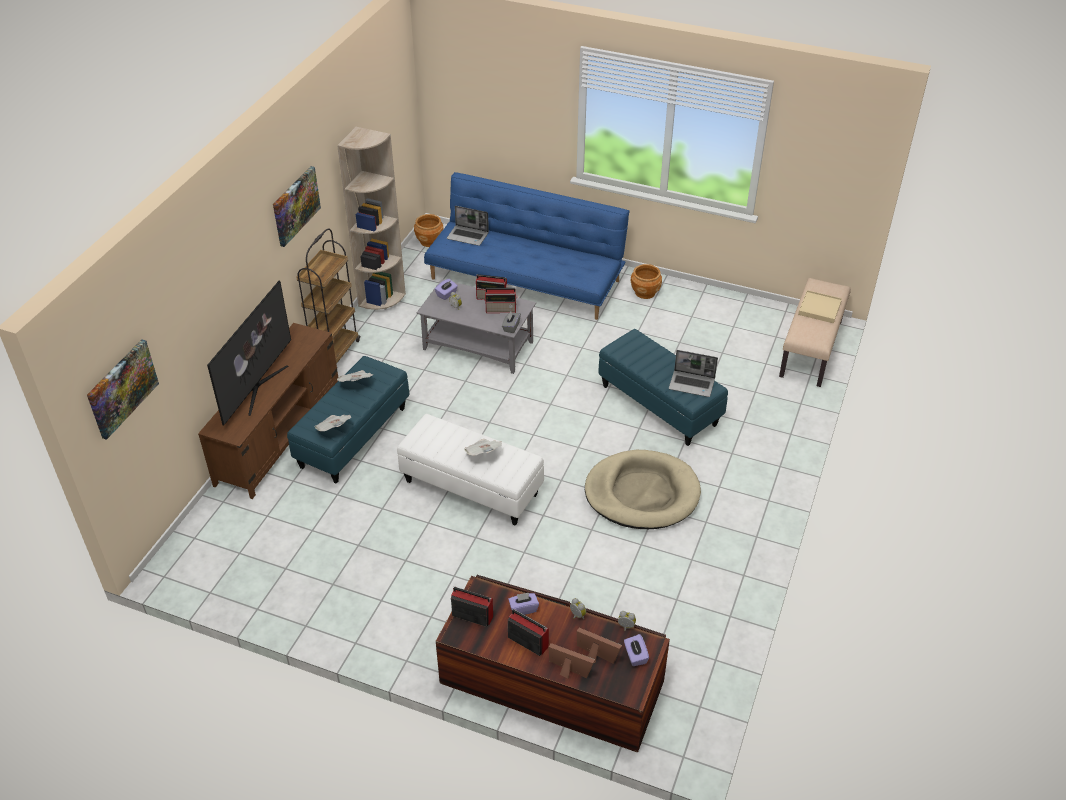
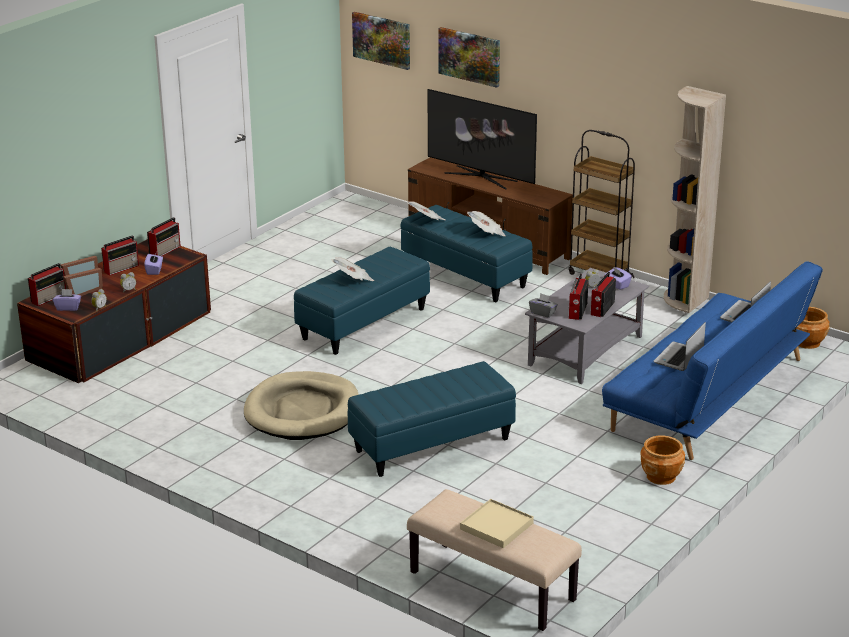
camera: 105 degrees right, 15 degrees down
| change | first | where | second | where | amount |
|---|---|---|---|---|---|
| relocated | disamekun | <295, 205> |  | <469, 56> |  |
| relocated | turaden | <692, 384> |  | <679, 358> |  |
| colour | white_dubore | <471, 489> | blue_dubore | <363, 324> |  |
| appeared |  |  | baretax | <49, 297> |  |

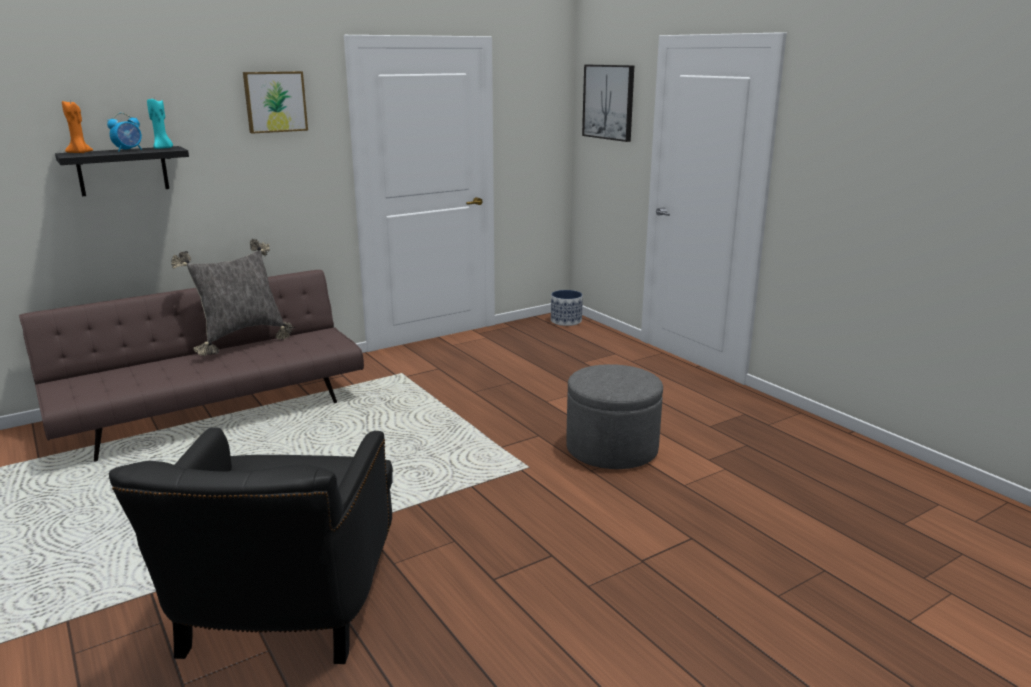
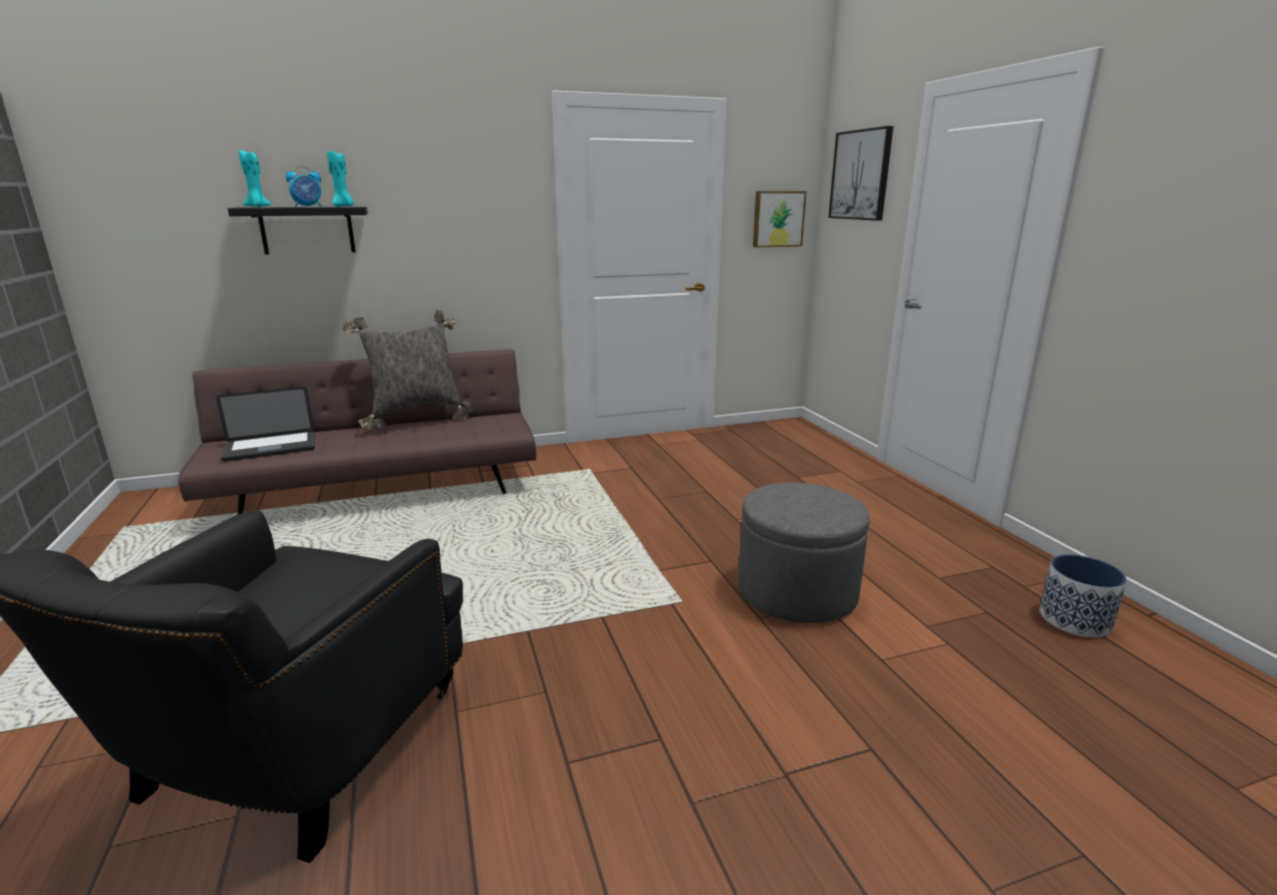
camera: 15 degrees right, 0 degrees up
| change | first | where | second | where | amount |
|---|---|---|---|---|---|
| relocated | disamekun | <275, 101> |  | <777, 219> |  |
| colour | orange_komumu | <80, 153> | turquoise_komumu | <257, 207> |  |
| relocated | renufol | <566, 321> |  | <1074, 620> |  |
| appeared |  |  | turaden | <271, 448> |  |

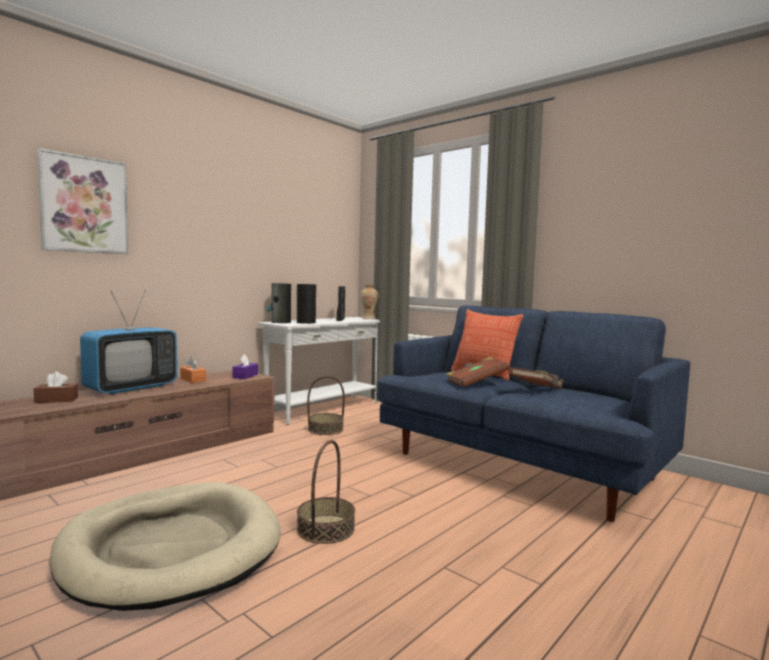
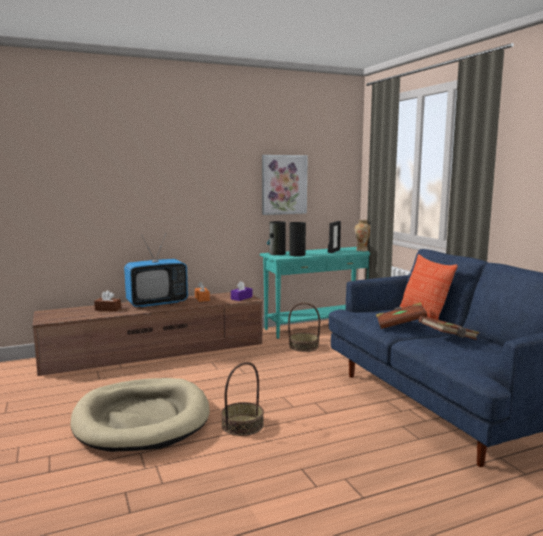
camera: 25 degrees right, 5 degrees up
| change | first | where | second | where | amount |
|---|---|---|---|---|---|
| relocated | disamekun | <84, 205> |  | <284, 184> |  |
| colour | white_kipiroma | <324, 409> | turquoise_kipiroma | <317, 327> |  |

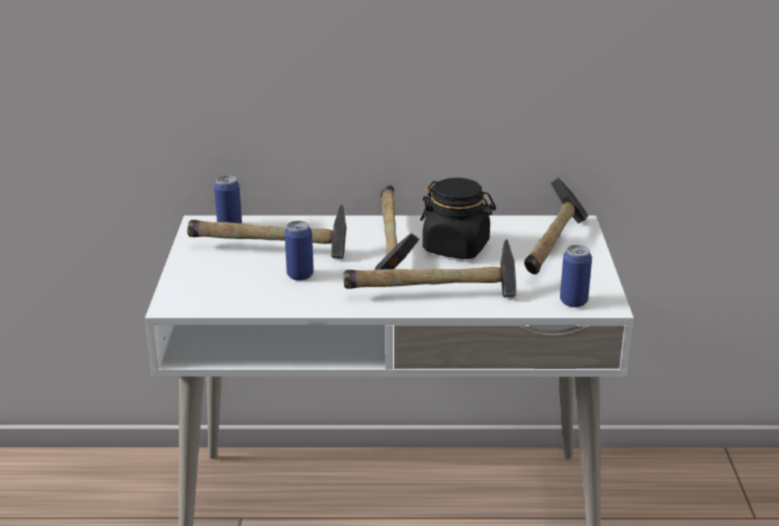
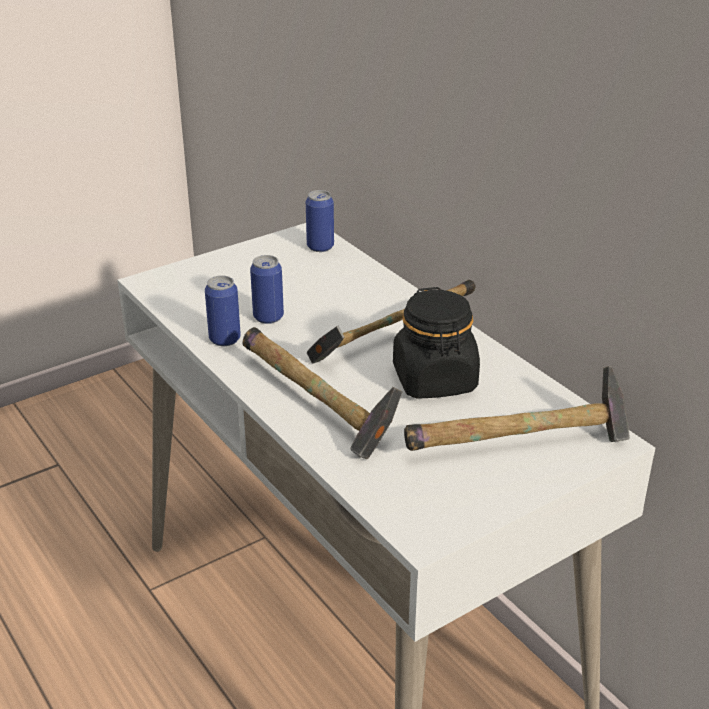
camera: 55 degrees right, 5 degrees up
| change | first | where | second | where | amount |
|---|---|---|---|---|---|
| missing | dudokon | <273, 250> |  |  |  |
| relocated | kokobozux | <573, 301> |  | <225, 339> |  |

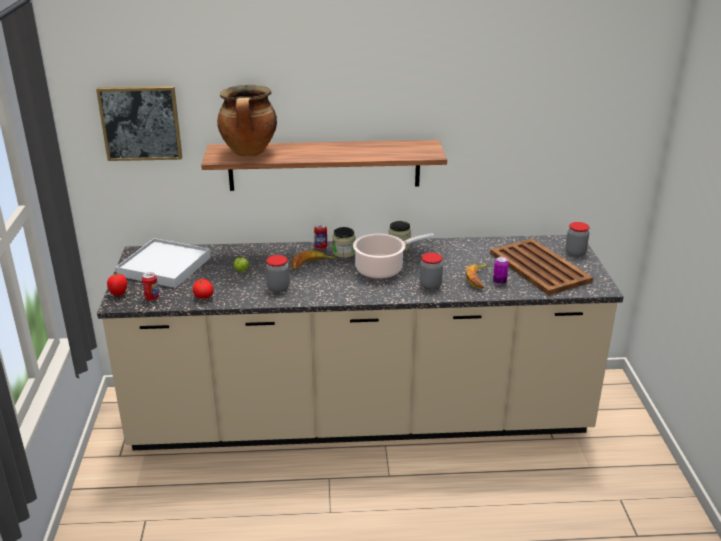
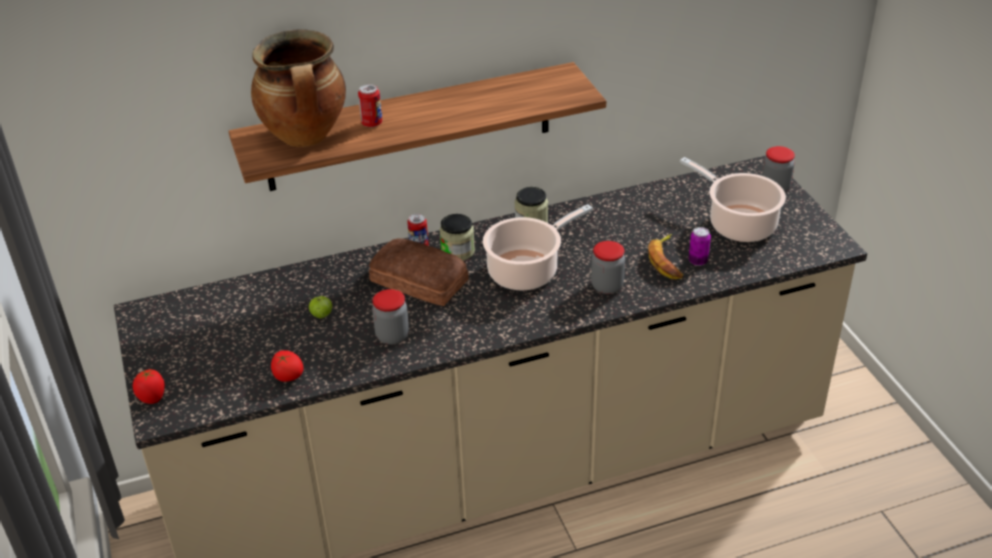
camera: 15 degrees left, 10 degrees up
| change | first | where | second | where | amount |
|---|---|---|---|---|---|
| missing | disamekun | <140, 123> |  |  |  |
| missing | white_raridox | <164, 266> |  |  |  |
| exchanged | brown_raridox | <539, 267> | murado | <738, 224> |  |
| exchanged | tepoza | <310, 264> | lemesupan | <419, 282> |  |
| relocated | kokobozux | <152, 298> |  | <372, 123> |  |

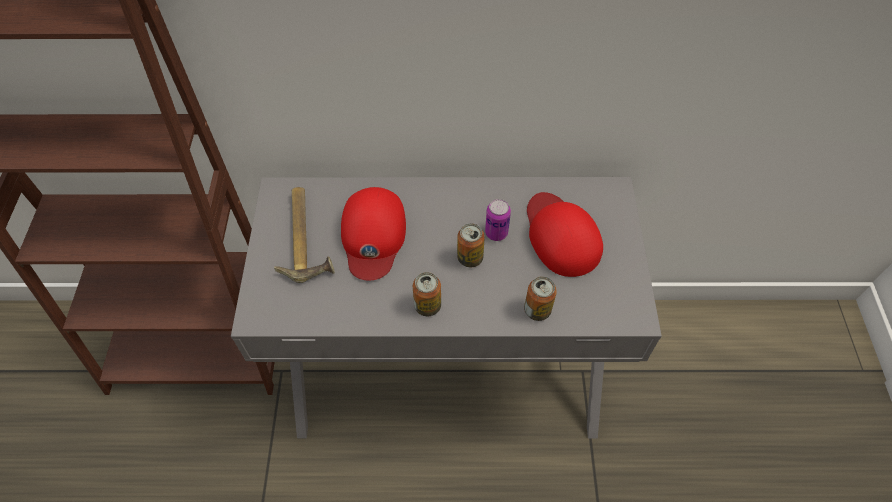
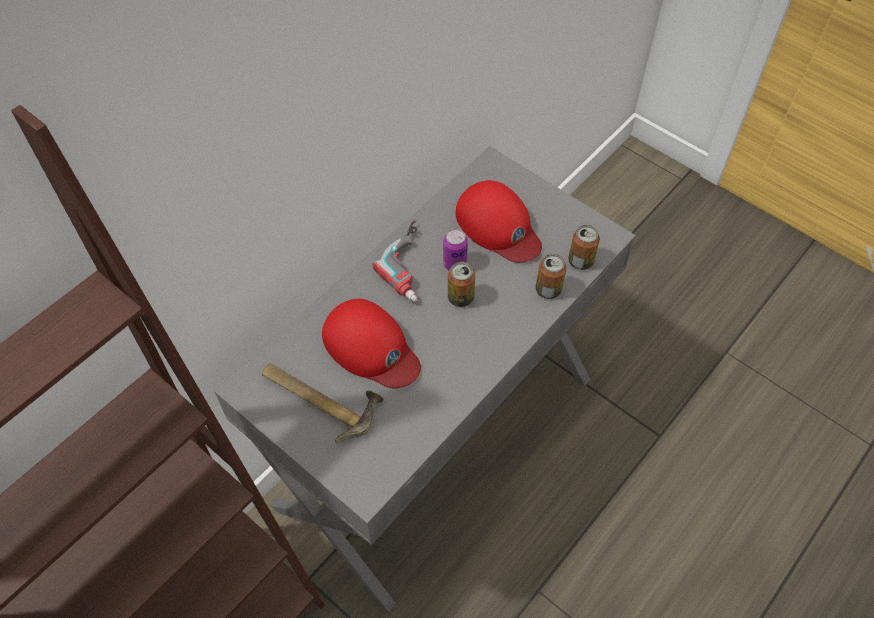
camera: 50 degrees left, 0 degrees up
| change | first | where | second | where | amount |
|---|---|---|---|---|---|
| spun | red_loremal | <561, 236> |  | <498, 226> | 150 degrees counterclockwise |
| relocated | kokobozux | <427, 306> |  | <580, 261> |  |
| appeared |  |  | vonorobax | <413, 265> |  |

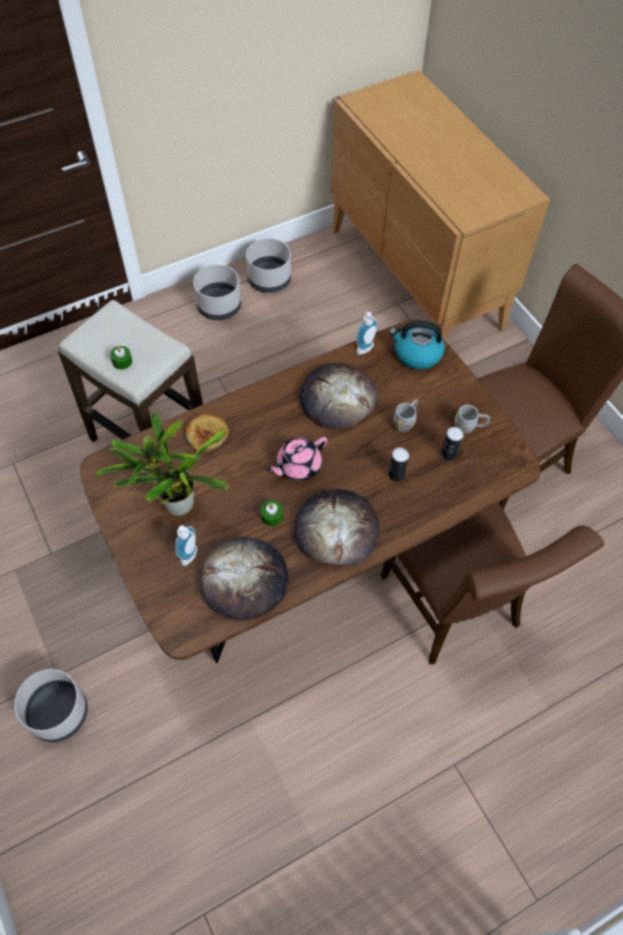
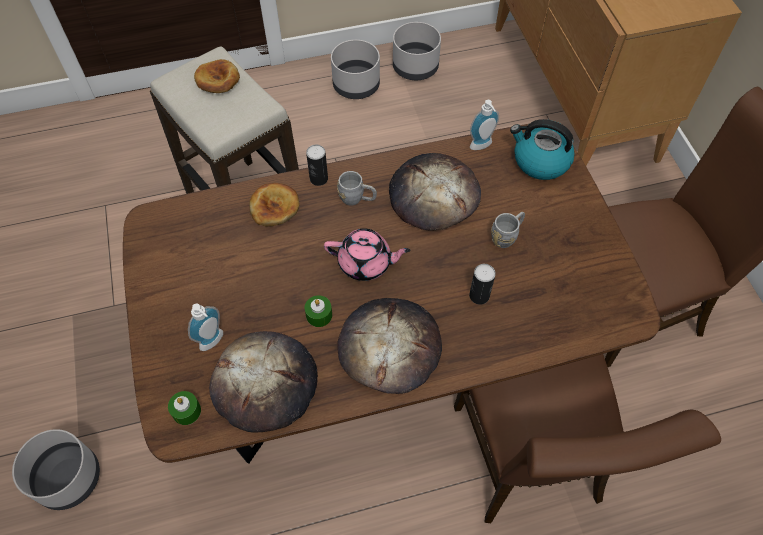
camera: 15 degrees right, 0 degrees up
| change | first | where | second | where | amount |
|---|---|---|---|---|---|
| relocated | green_komumu | <122, 361> |  | <186, 411> |  |
| relocated | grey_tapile | <469, 427> |  | <357, 199> |  |
| missing | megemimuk | <175, 503> |  |  |  |
| relocated | kokobozux | <449, 454> |  | <319, 179> |  |
| spun | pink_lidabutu | <298, 466> |  | <366, 263> | 150 degrees counterclockwise |
| appeared |  |  | lemesupan | <218, 79> |  |

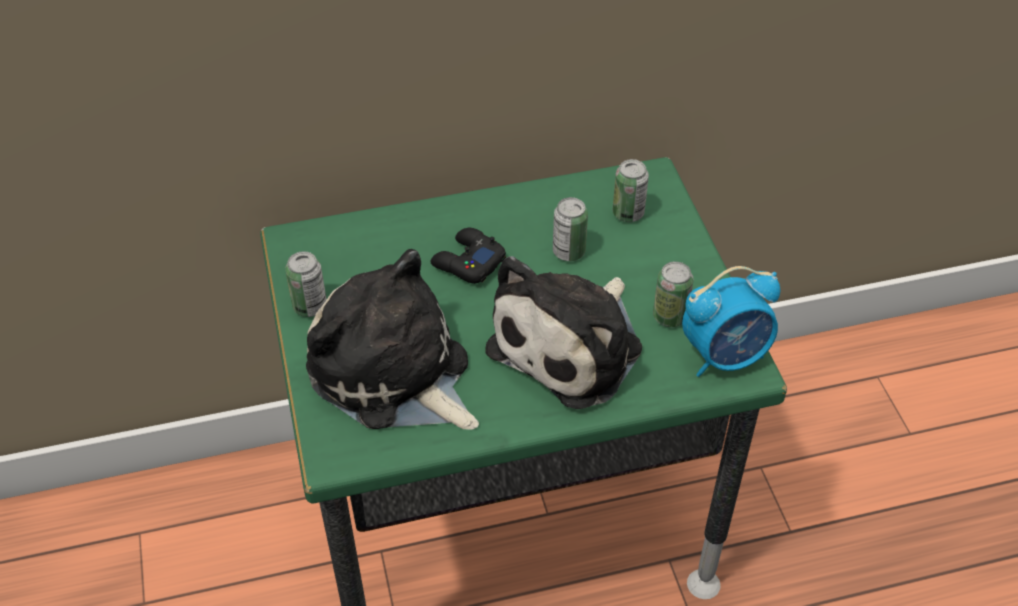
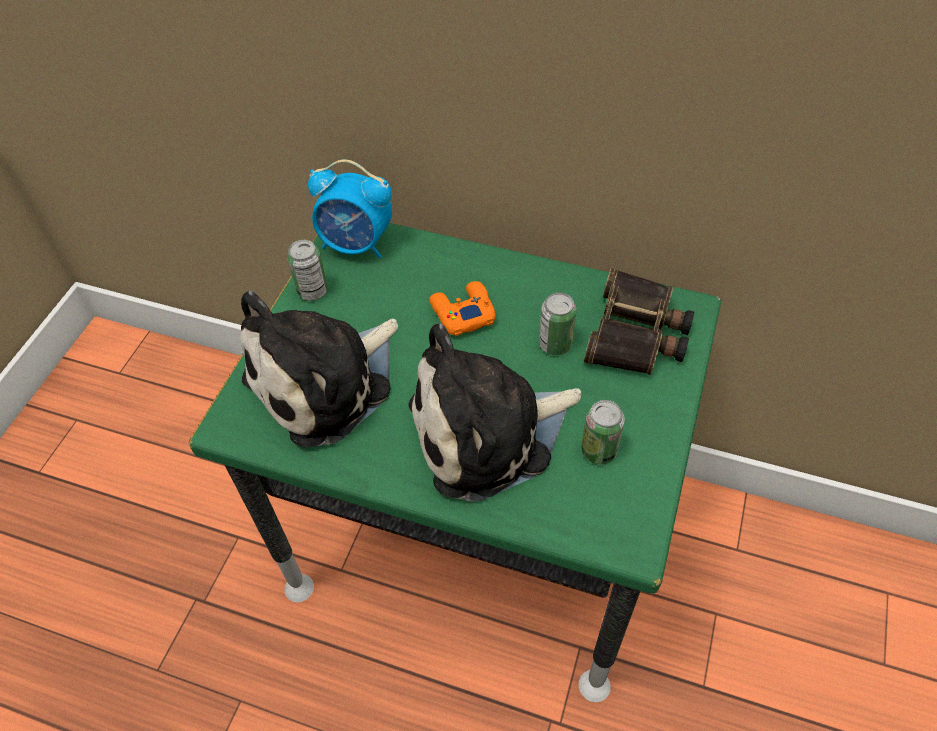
camera: 35 degrees right, 5 degrees up
| change | first | where | second | where | amount |
|---|---|---|---|---|---|
| exchanged | kokobozux | <628, 213> | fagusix | <637, 333> |  |
| colour | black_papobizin | <467, 262> | orange_papobizin | <462, 312> |  |
| spun | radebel | <394, 375> |  | <326, 381> | 120 degrees counterclockwise |
| relocated | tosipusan | <725, 356> |  | <357, 245> |  |

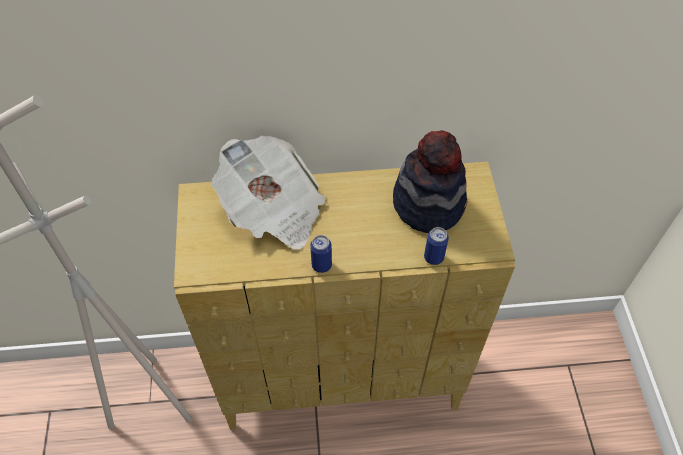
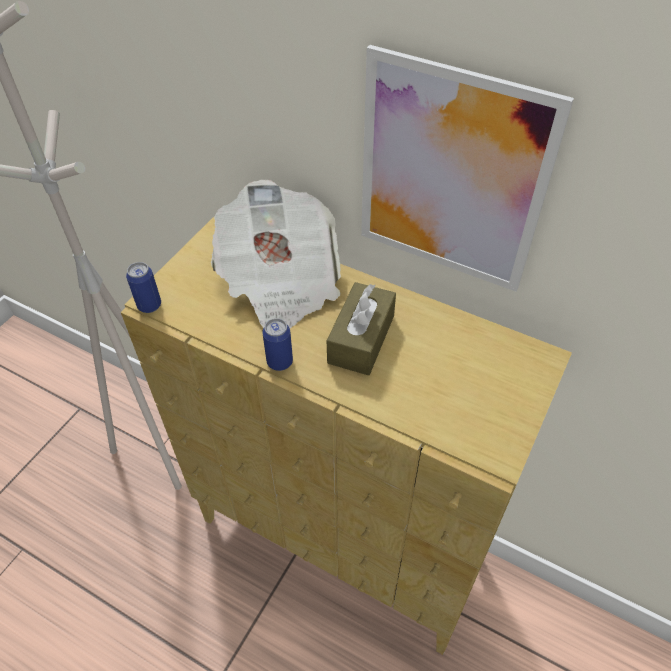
camera: 35 degrees right, 5 degrees down
| change | first | where | second | where | amount |
|---|---|---|---|---|---|
| missing | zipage | <428, 203> |  |  |  |
| relocated | kokobozux | <433, 257> |  | <149, 305> |  |
| appeared |  |  | disamekun | <450, 176> |  |
| appeared |  |  | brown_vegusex | <361, 339> |  |

